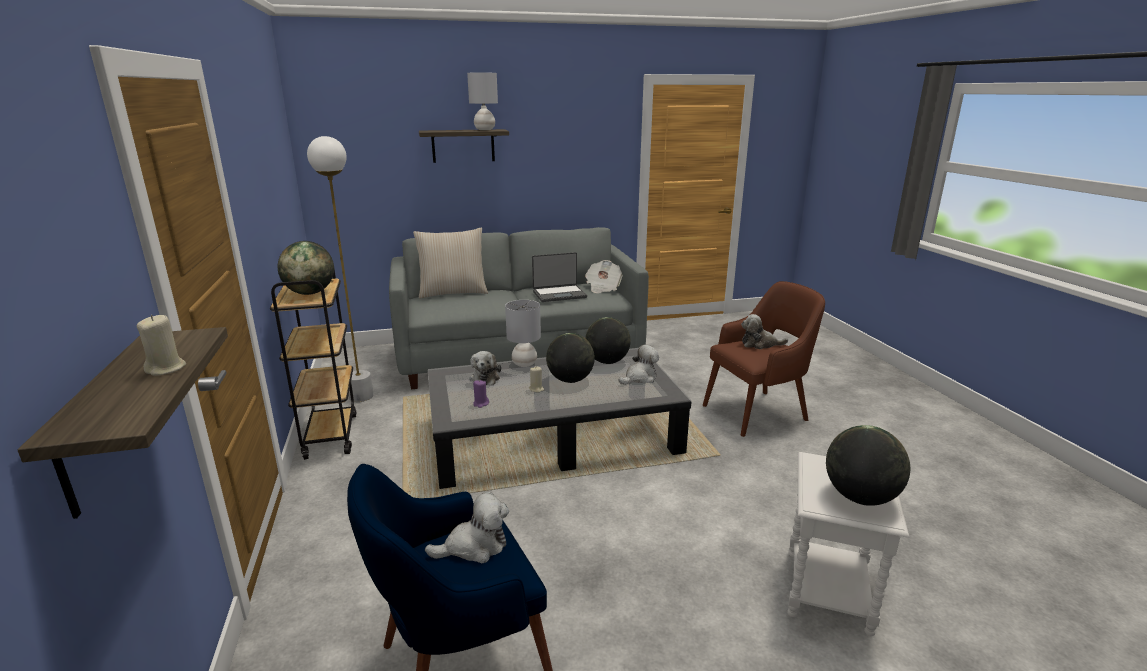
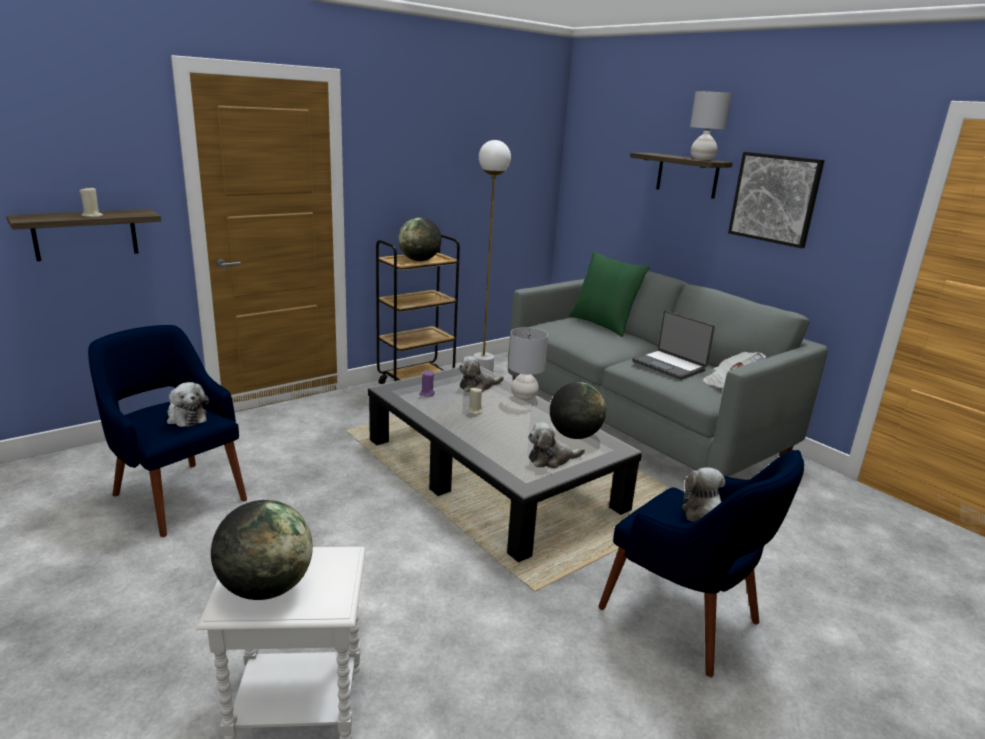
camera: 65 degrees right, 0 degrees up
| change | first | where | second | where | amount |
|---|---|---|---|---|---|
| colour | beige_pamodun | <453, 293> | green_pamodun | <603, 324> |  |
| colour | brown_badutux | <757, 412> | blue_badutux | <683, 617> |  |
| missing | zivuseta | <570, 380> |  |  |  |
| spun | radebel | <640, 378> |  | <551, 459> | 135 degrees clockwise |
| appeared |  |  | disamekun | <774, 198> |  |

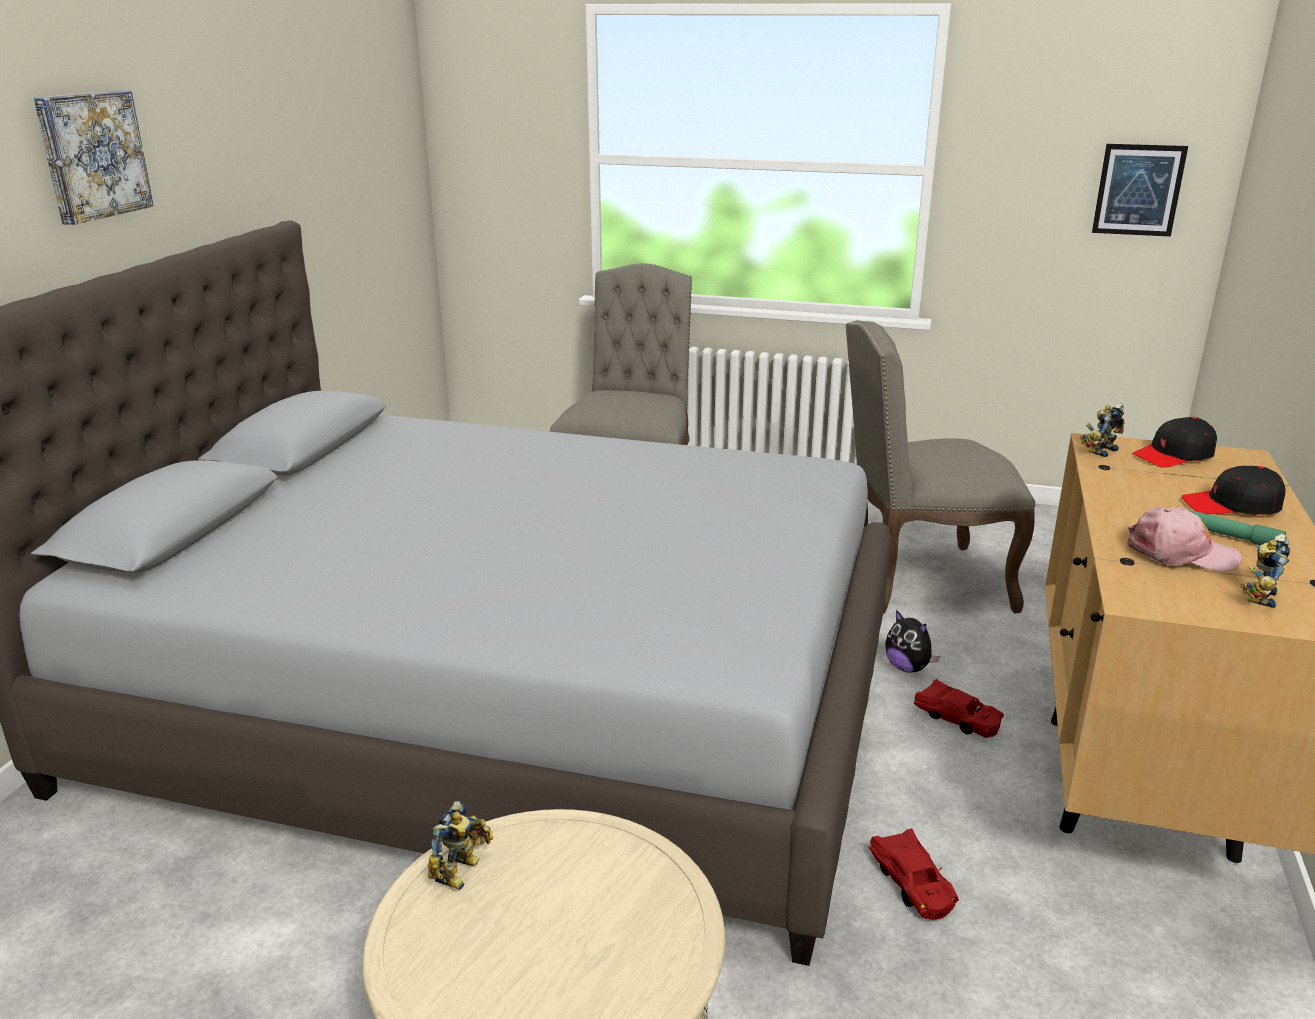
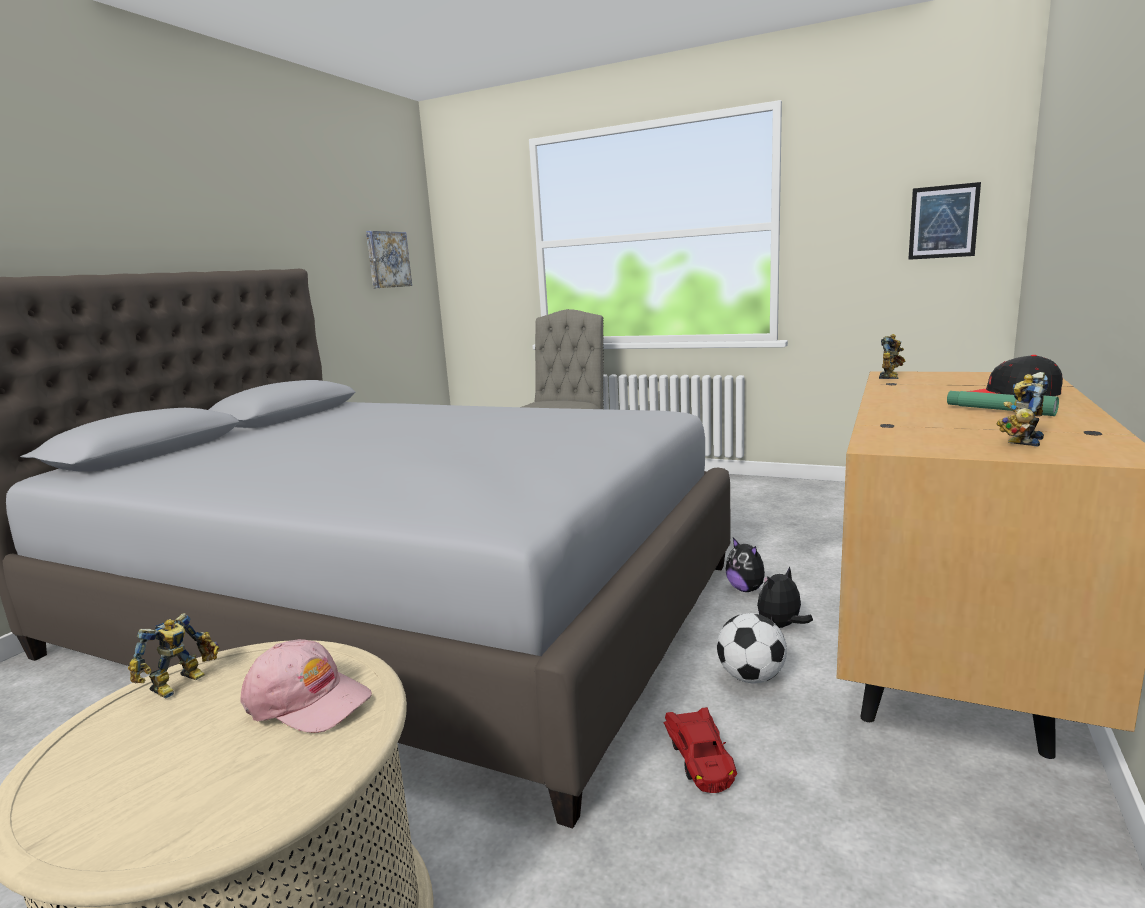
camera: 10 degrees right, 10 degrees down
| change | first | where | second | where | amount |
|---|---|---|---|---|---|
| relocated | disamekun | <91, 155> |  | <387, 259> |  |
| missing | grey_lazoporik | <921, 582> |  |  |  |
| spun | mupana | <1099, 450> |  | <891, 377> | 150 degrees clockwise |
| missing | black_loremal | <1173, 455> |  |  |  |
| relocated | pink_loremal | <1181, 553> |  | <308, 700> |  |
| exchanged | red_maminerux | <957, 718> | radebel | <781, 626> |  |
| appeared |  |  | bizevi | <751, 677> |  |

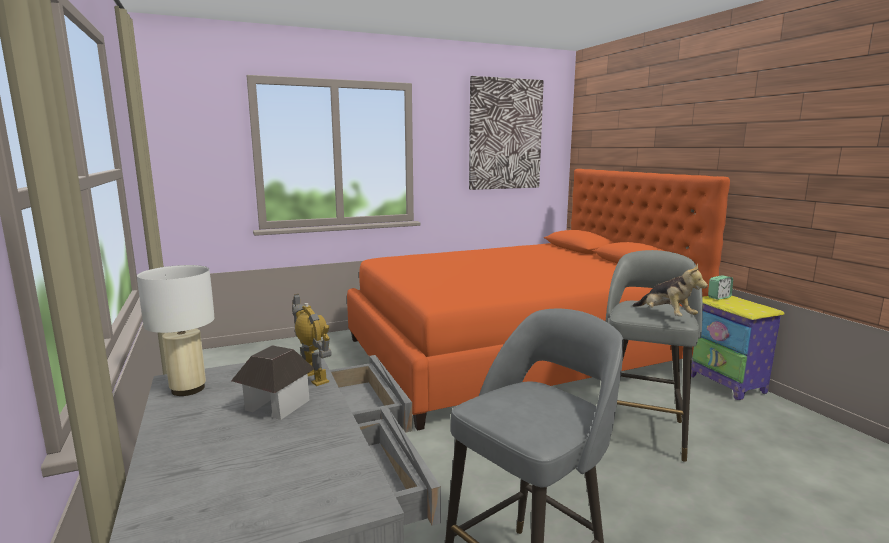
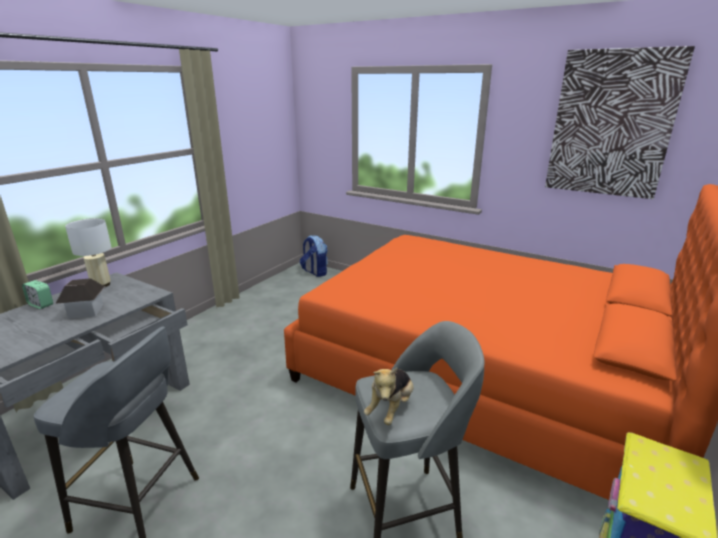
camera: 55 degrees right, 10 degrees up
| change | first | where | second | where | amount |
|---|---|---|---|---|---|
| relocated | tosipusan | <719, 297> |  | <41, 305> |  |
| missing | mupana | <314, 378> |  |  |  |
| appeared |  |  | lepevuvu | <314, 272> |  |

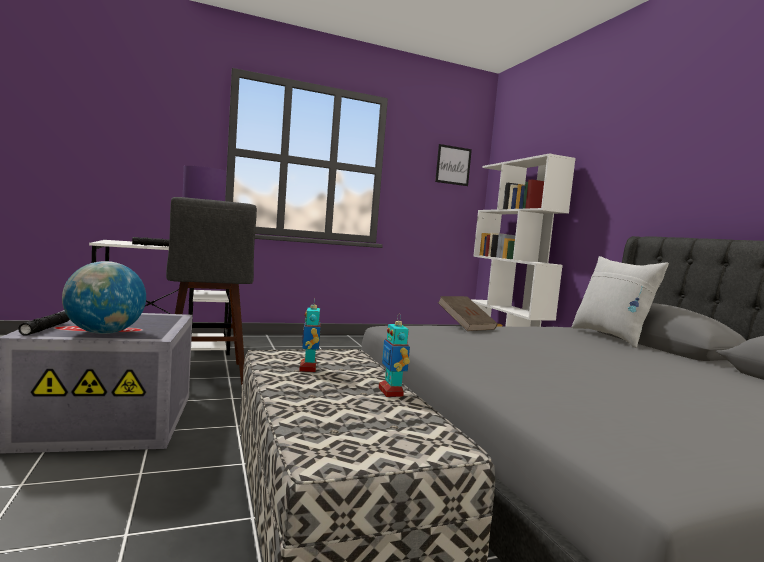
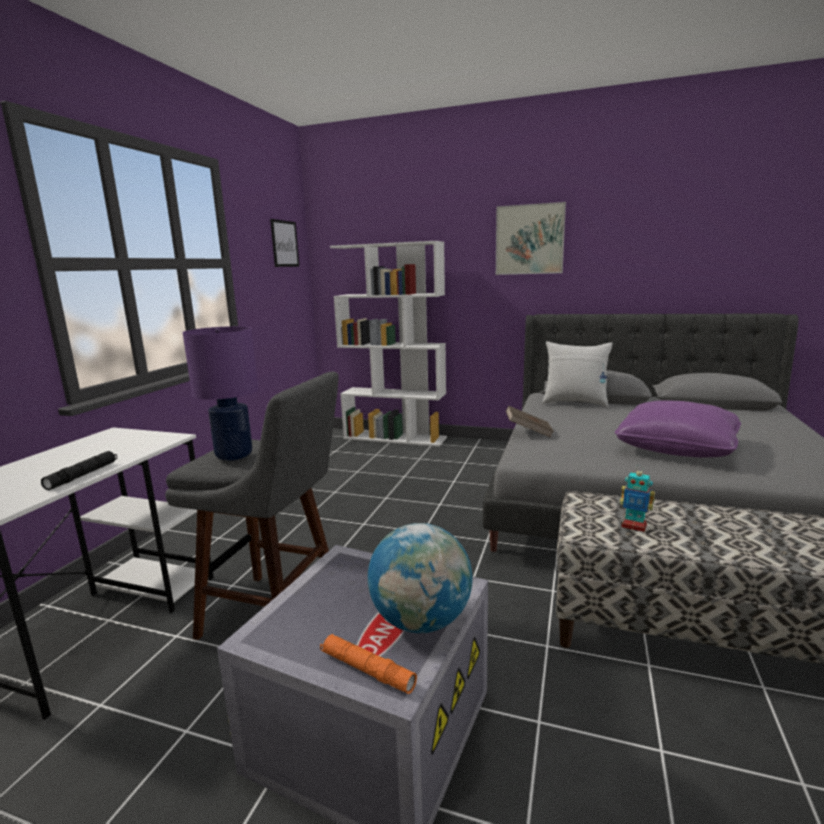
camera: 50 degrees left, 10 degrees up
| change | first | where | second | where | amount |
|---|---|---|---|---|---|
| colour | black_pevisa | <46, 328> | orange_pevisa | <367, 670> |  |
| missing | mupana | <391, 392> |  |  |  |
| appeared |  |  | disamekun | <529, 239> |  |
| appeared |  |  | purple_pamodun | <677, 448> |  |

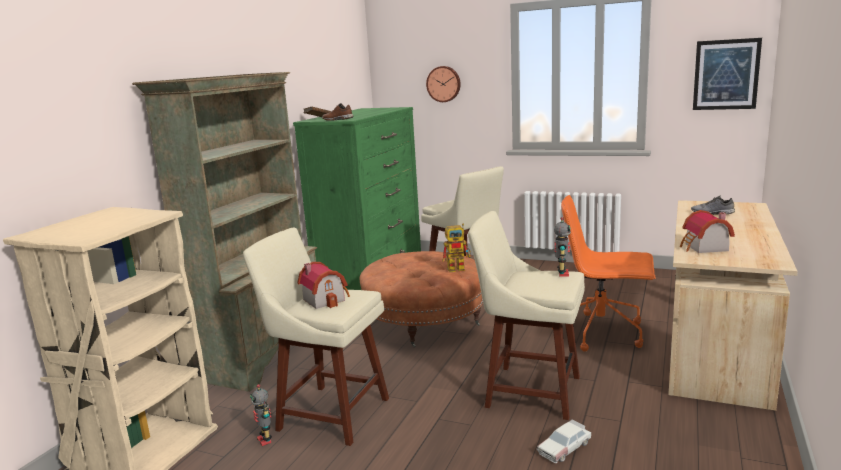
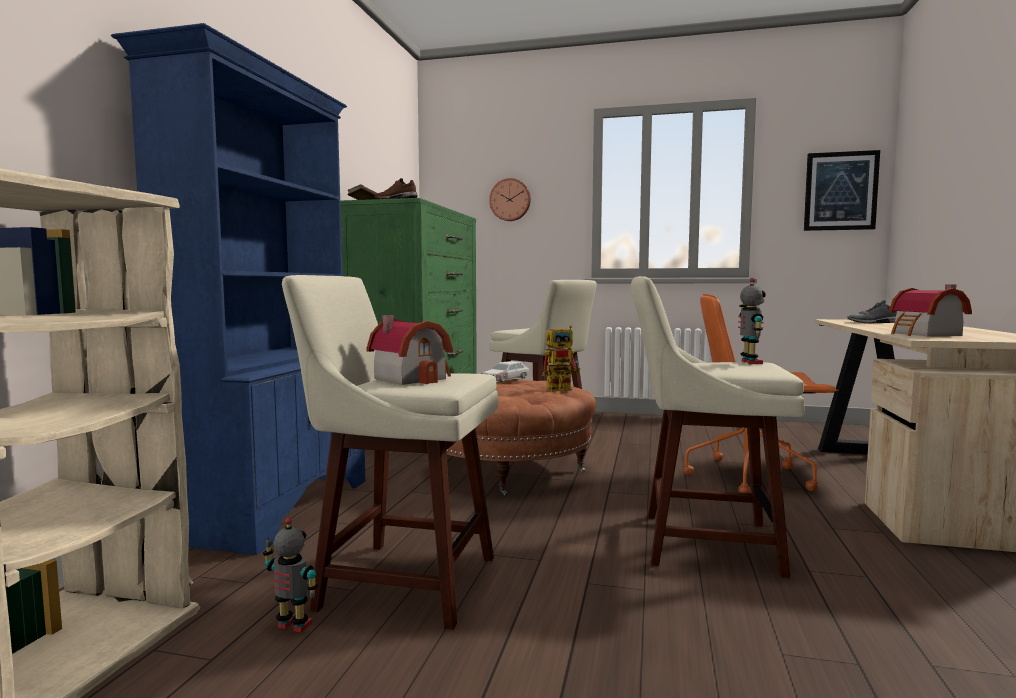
camera: 10 degrees left, 10 degrees down
| change | first | where | second | where | amount |
|---|---|---|---|---|---|
| colour | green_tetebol | <263, 355> | blue_tetebol | <275, 507> |  |
| spun | mupana | <265, 440> |  | <293, 627> | 150 degrees clockwise |
| relocated | maminerux | <564, 447> |  | <506, 379> |  |

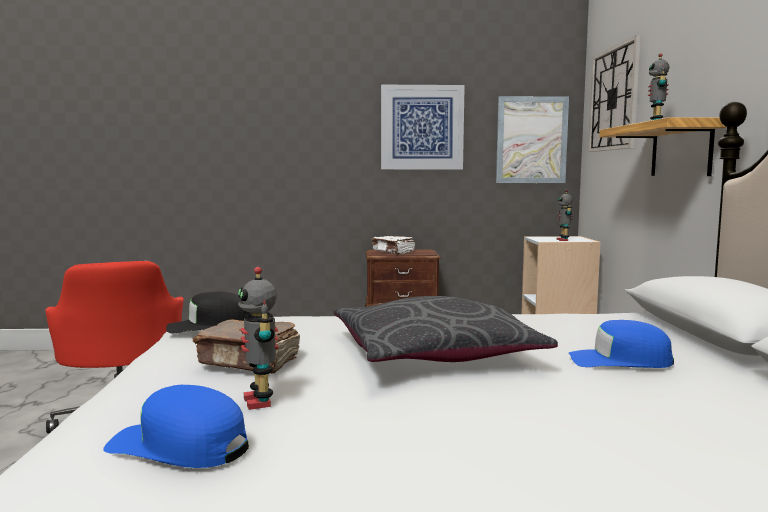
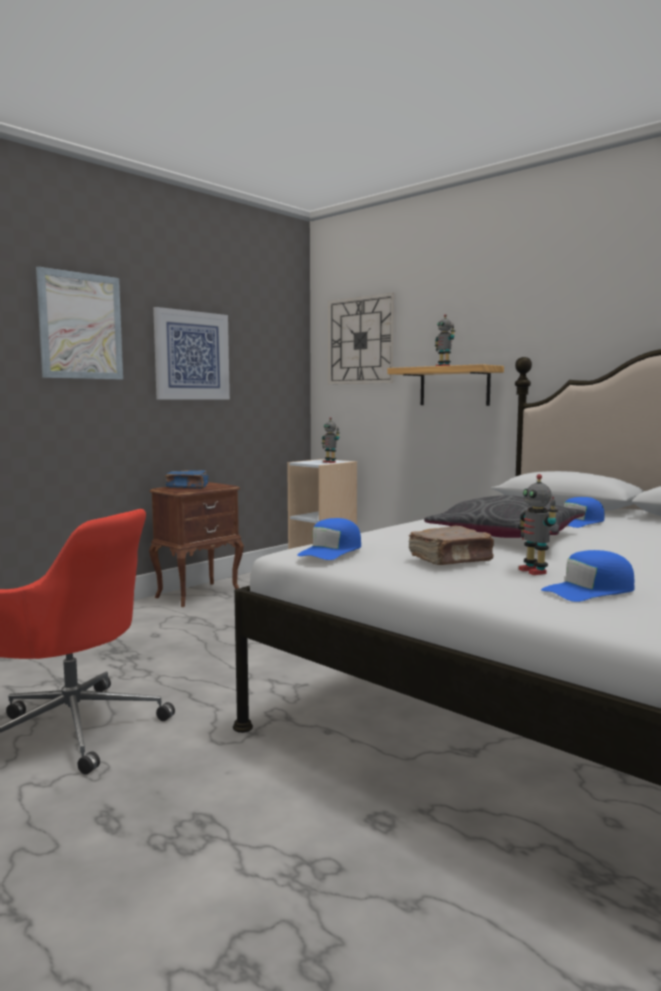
camera: 45 degrees left, 0 degrees up
| change | first | where | second | where | amount |
|---|---|---|---|---|---|
| relocated | disamekun | <531, 140> |  | <81, 326> |  |
| colour | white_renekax | <393, 252> | blue_renekax | <188, 487> |  |
| spun | mupana | <260, 401> |  | <534, 571> | 45 degrees clockwise |
| colour | black_loremal | <210, 326> | blue_loremal | <331, 551> |  |

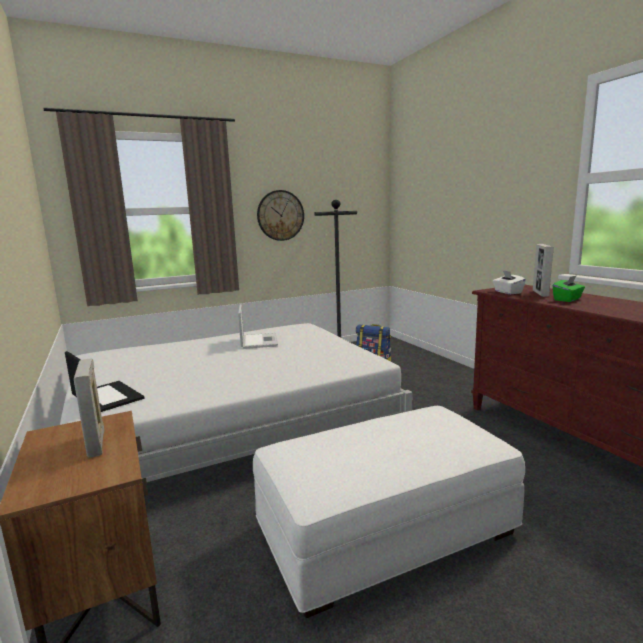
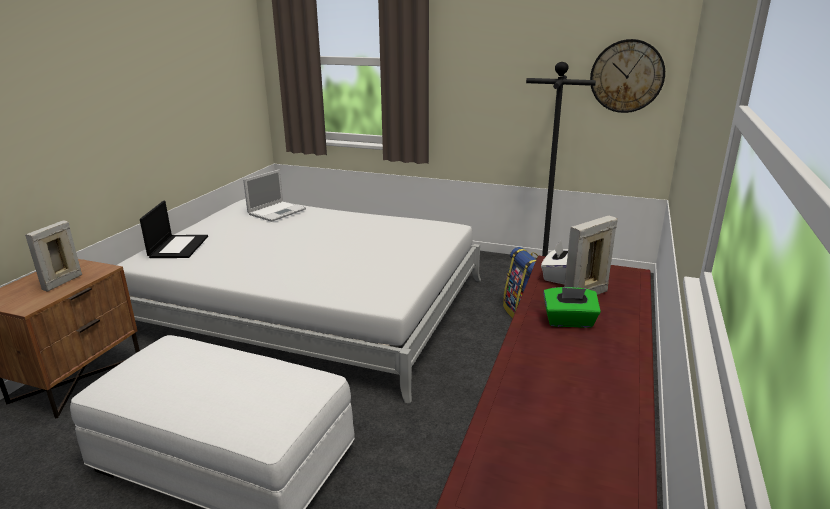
camera: 45 degrees right, 10 degrees up
| change | first | where | second | where | amount |
|---|---|---|---|---|---|
| relocated | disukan | <280, 215> |  | <627, 76> |  |
| relocated | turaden | <258, 341> |  | <277, 211> |  |

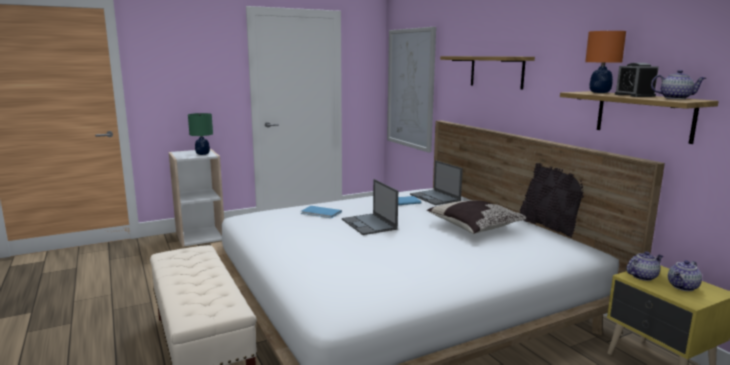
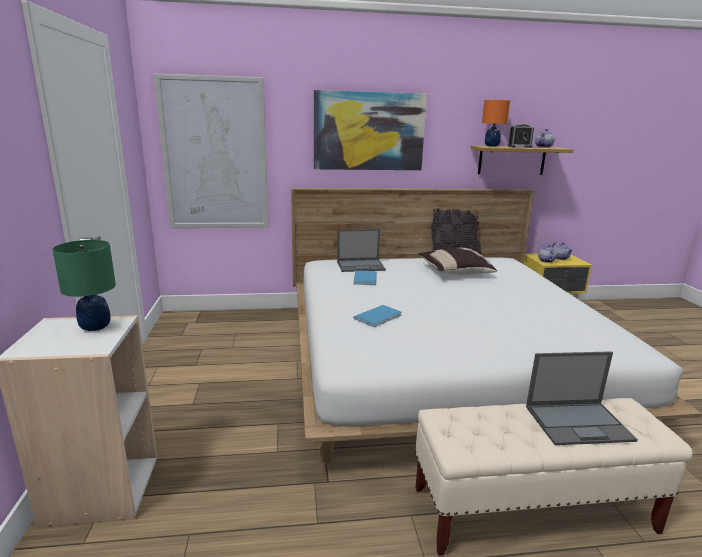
camera: 70 degrees left, 5 degrees up
| change | first | where | second | where | amount |
|---|---|---|---|---|---|
| exchanged | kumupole | <496, 72> | disamekun | <369, 131> |  |
| relocated | turaden | <369, 224> |  | <579, 423> |  |

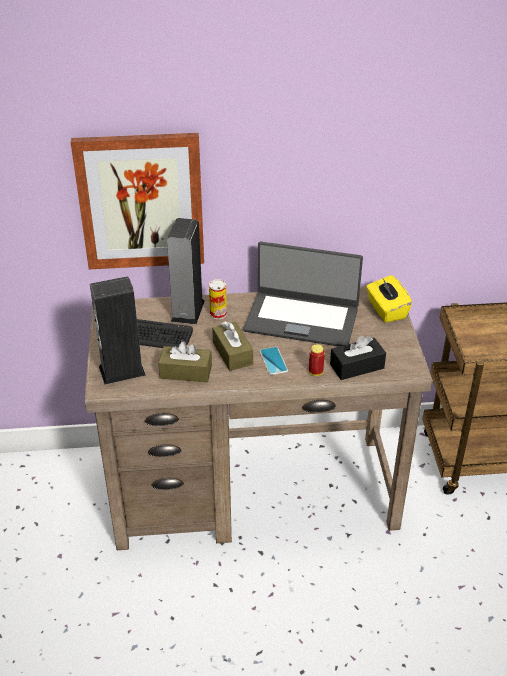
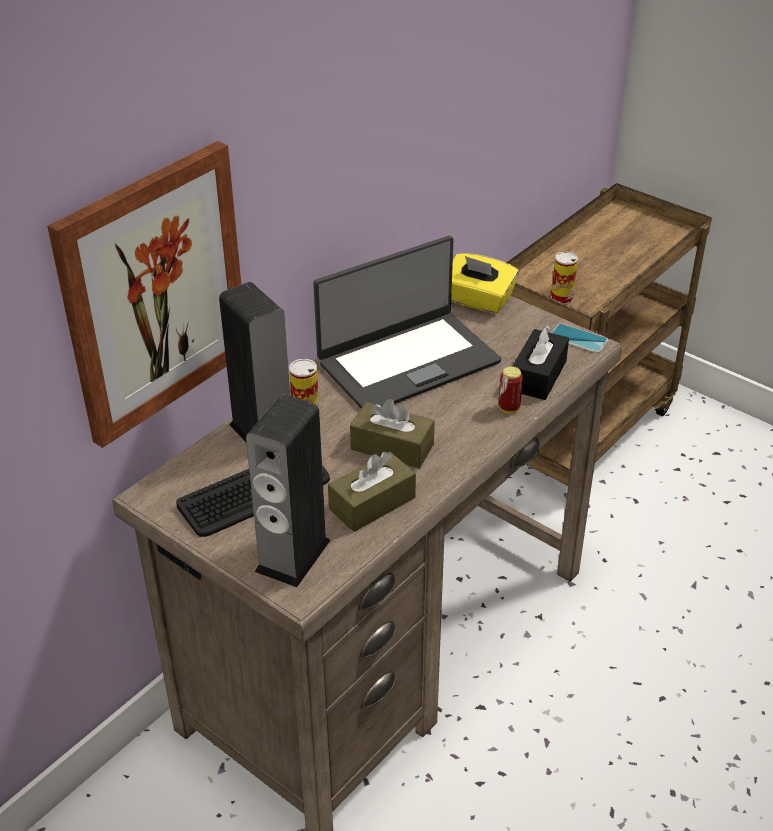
camera: 45 degrees left, 0 degrees up
| change | first | where | second | where | amount |
|---|---|---|---|---|---|
| relocated | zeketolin | <273, 361> |  | <578, 339> |  |
| appeared |  |  | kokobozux | <562, 298> |  |

